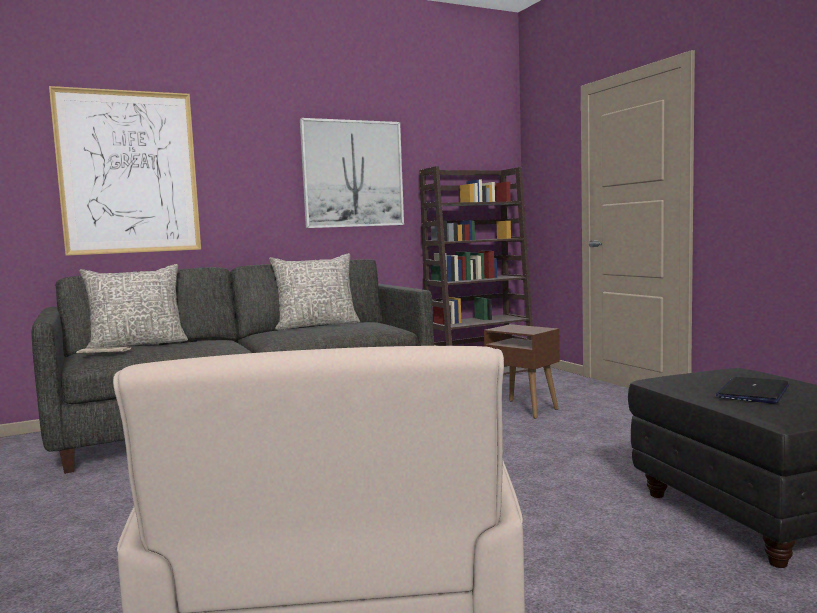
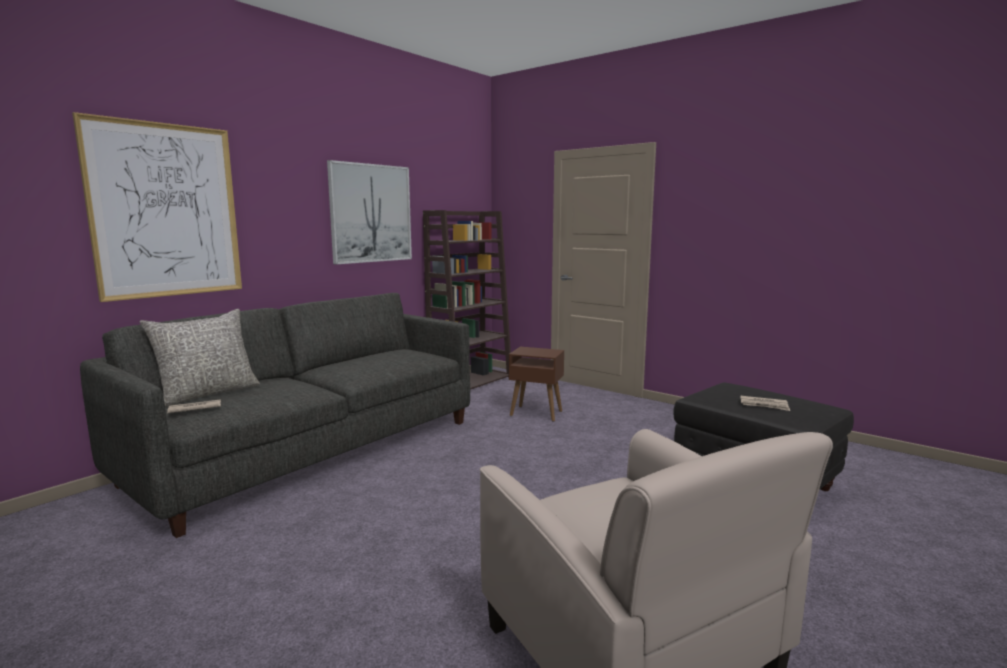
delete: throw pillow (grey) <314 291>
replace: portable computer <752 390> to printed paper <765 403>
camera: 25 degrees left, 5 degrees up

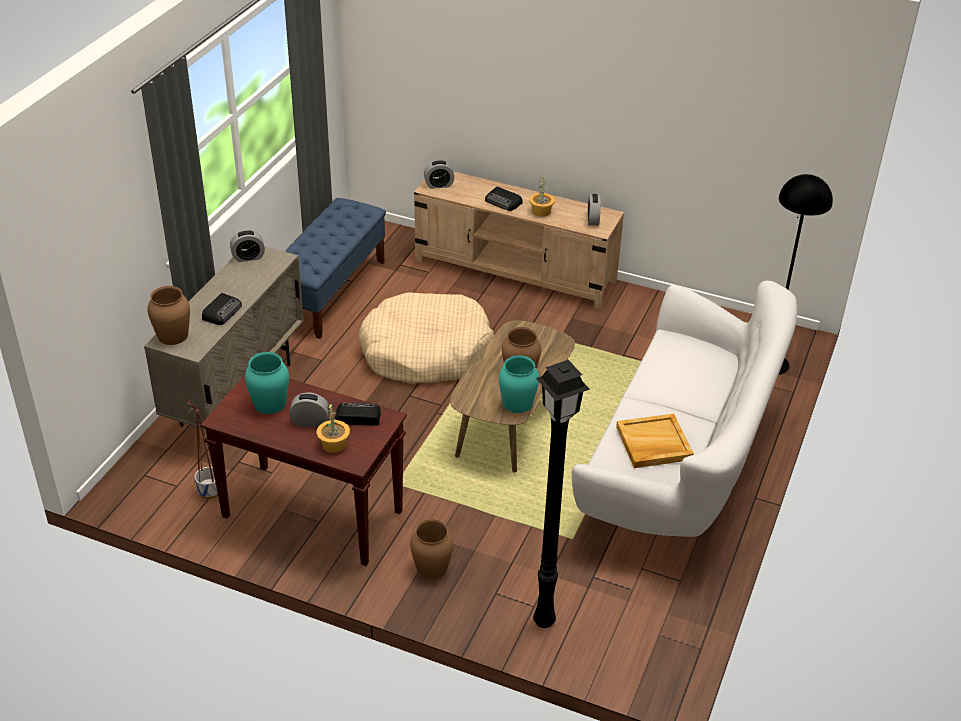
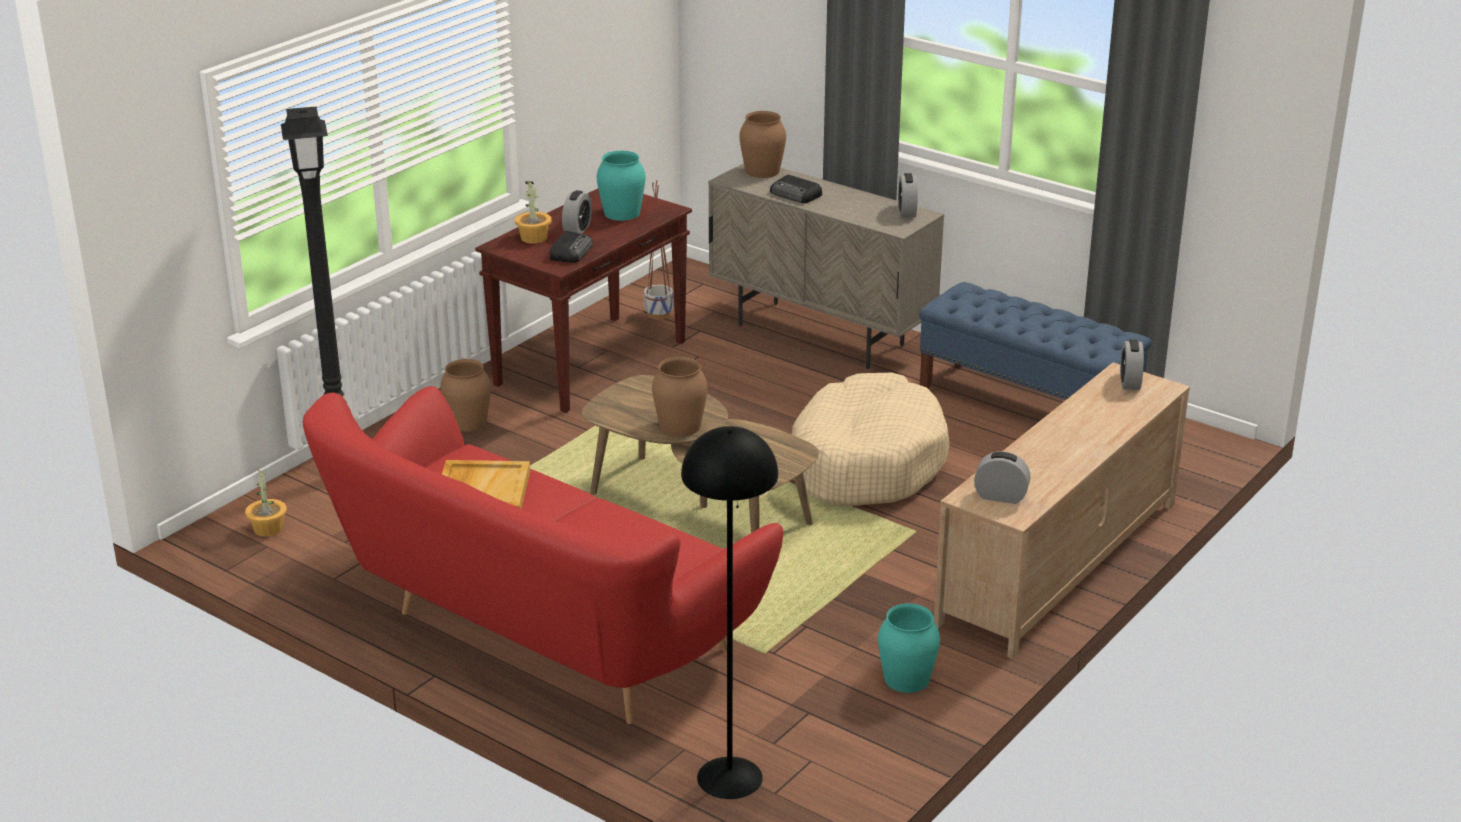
delete: radio receiver <503 199>
move: decorative vase (blue-green) <519 384> to <909 648>; plant in a pot <542 196> to <266 503>
recolor: sofa (white-coloured) <685 408> to sofa (reddish) <542 555>
camera: 105 degrees right, 10 degrees down

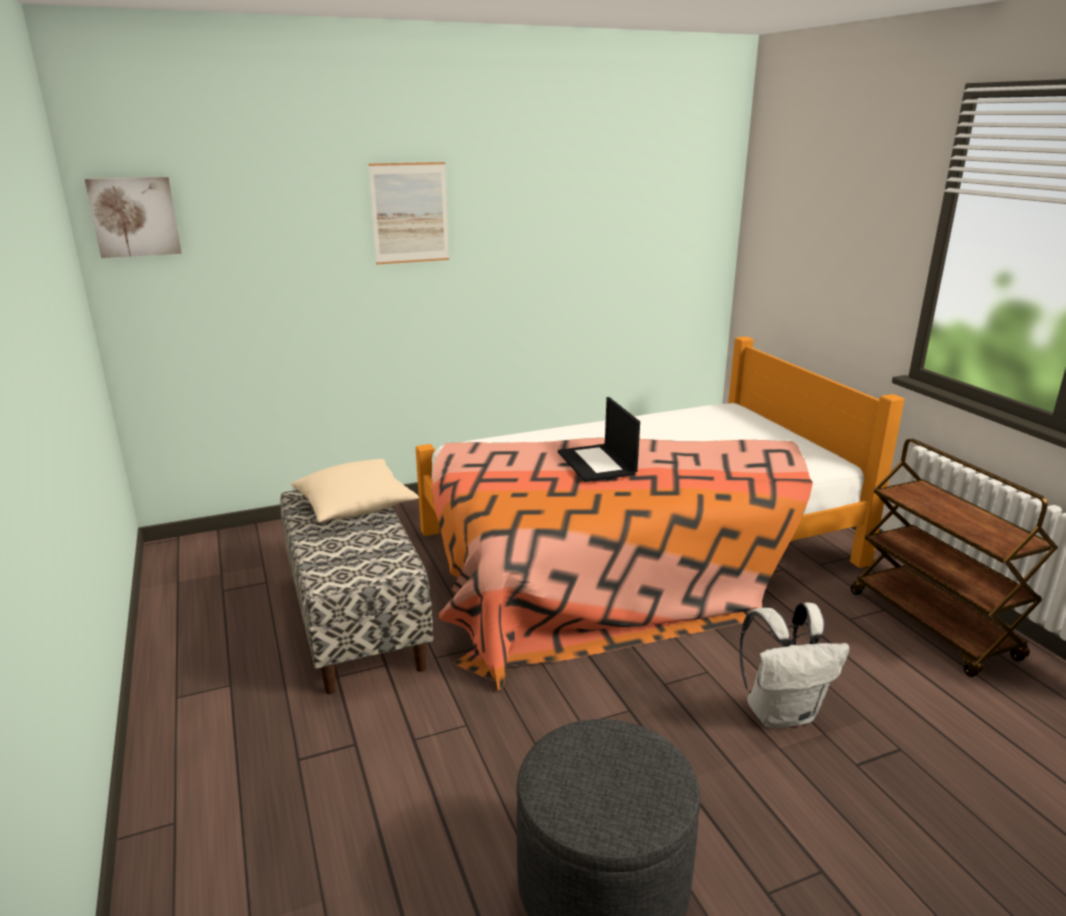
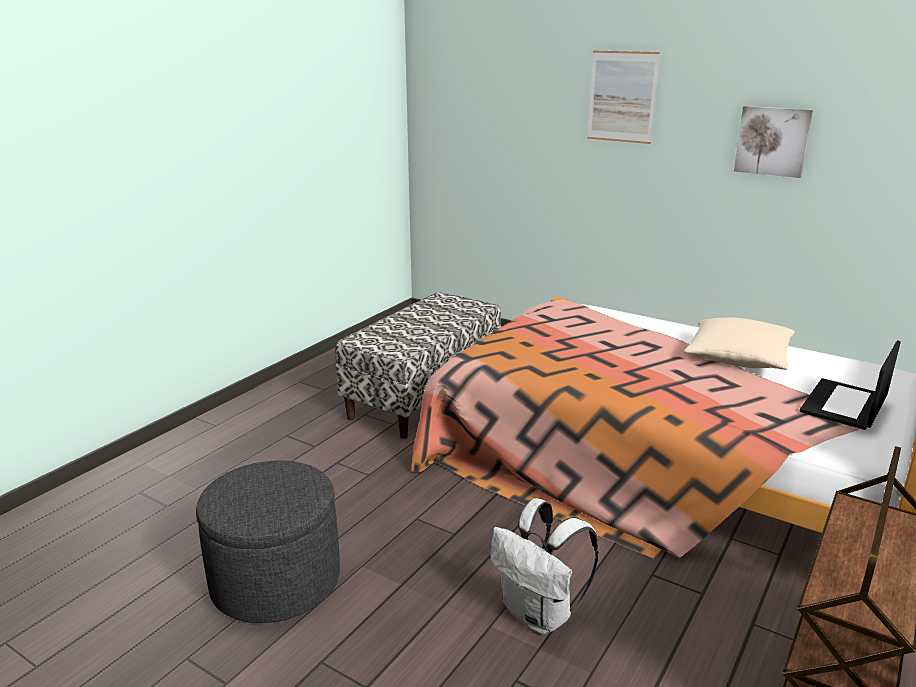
move: picture <133 217> to <773 142>; throw pillow (beige-coloured) <355 490> to <739 343>; portable computer <599 439> to <850 385>
camera: 55 degrees right, 0 degrees up

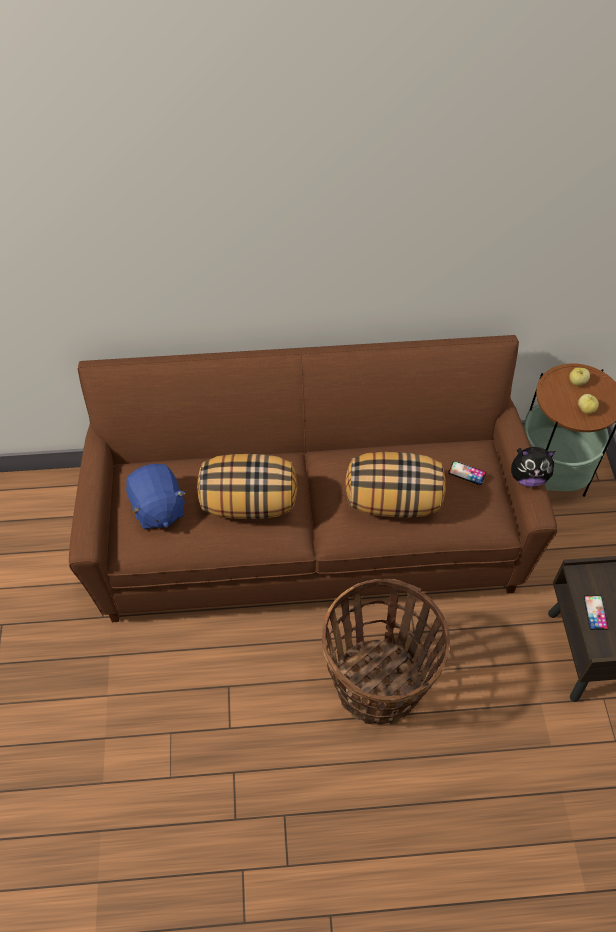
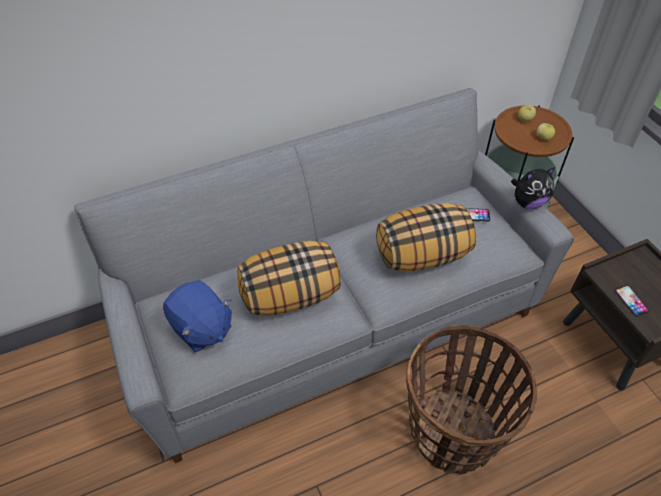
recolor: sofa (brownish) <313 478> to sofa (grey) <324 275>
camera: 20 degrees left, 5 degrees down

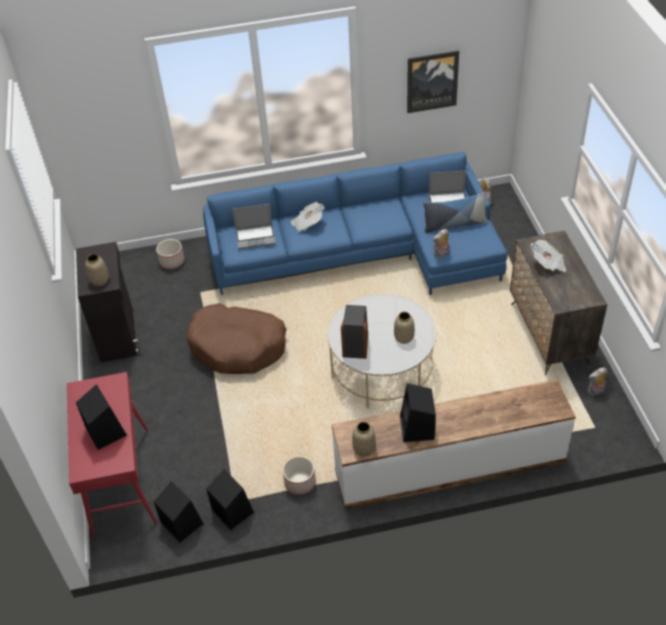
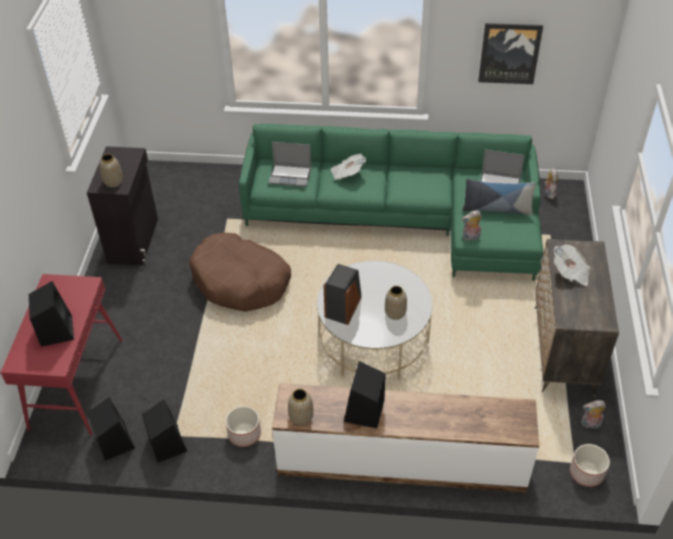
move: plant pot <170 254> to <590 465>
recolor: sofa (blue-coloured) <355 223> to sofa (greenish) <391 202>
camera: 15 degrees right, 0 degrees up

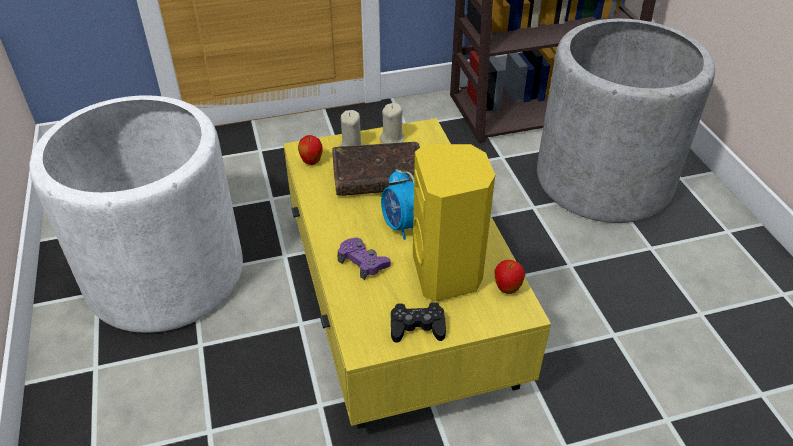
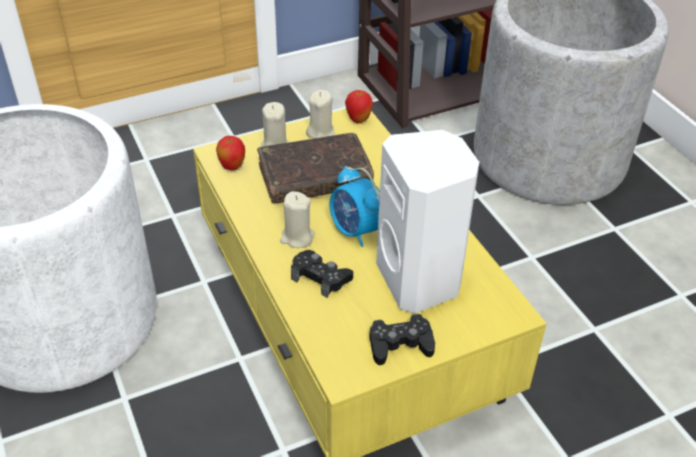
insert: wax light (beige-coloured) <297 219>
move: apple fruit <509 277> to <359 106>
recolor: joypad (purple-coloured) <364 259> to joypad (blackish) <322 274>; loudspeaker (yellow) <454 223> to loudspeaker (white-coloured) <427 222>
camera: 10 degrees left, 0 degrees up

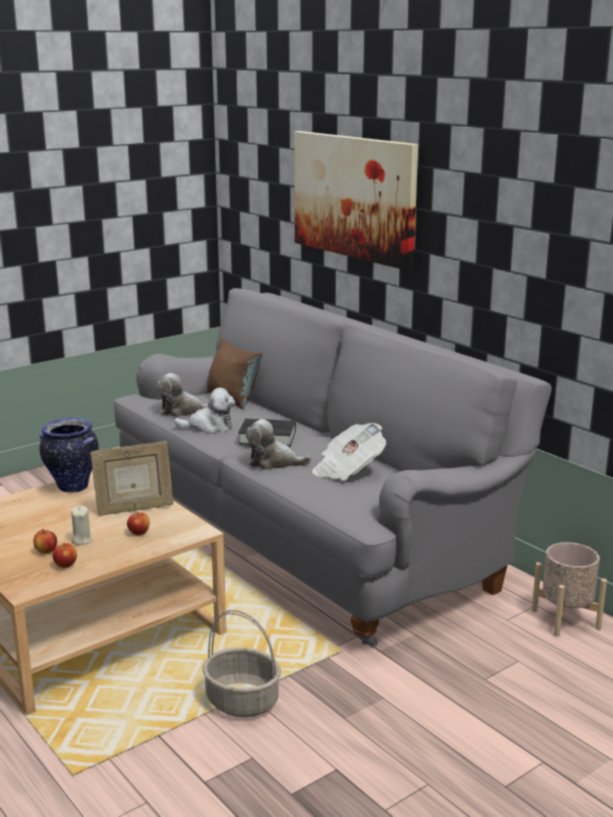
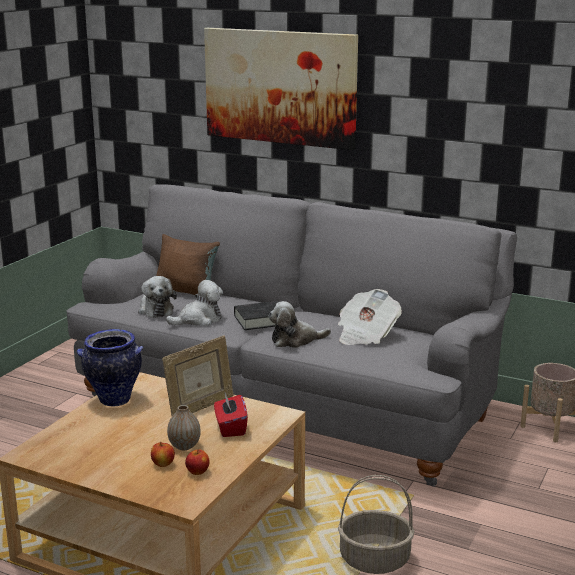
replace: wax light (beige-coloured) <82 525> to decorative vase <184 427>; apple fruit <138 523> to tissue holder (reddish) <231 415>
rotate: plush toy <182 395> = <157 297> 90 degrees counterclockwise
camera: 25 degrees left, 0 degrees up

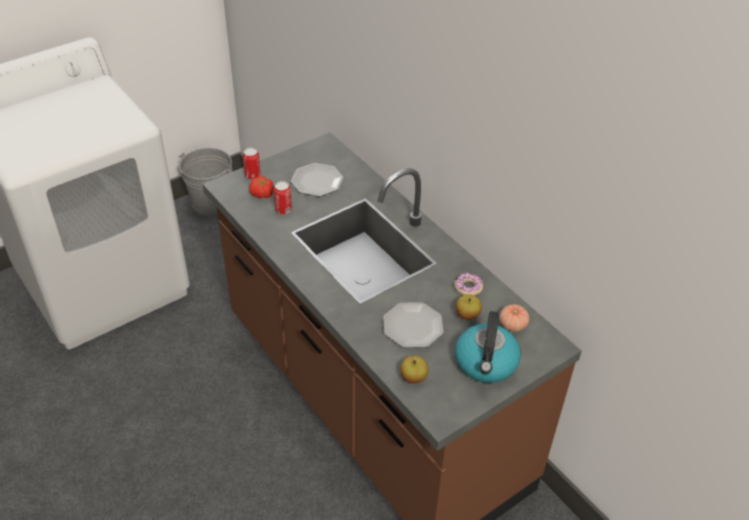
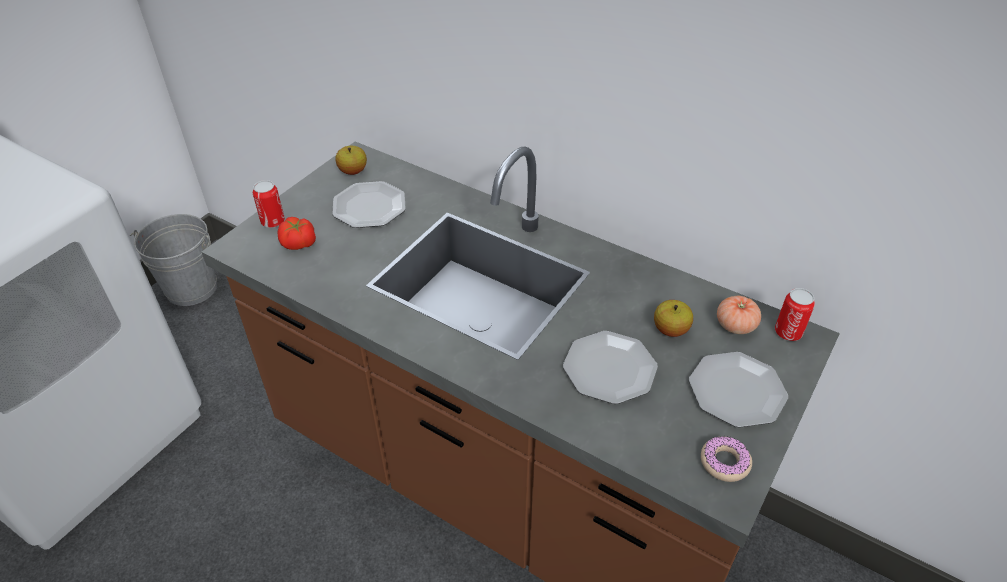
move: sealed can <283 197> to <795 314>; apple fruit <414 369> to <351 160>; doughnut <469 284> to <726 459>
replace: water kettle <488 347> to plate <738 390>
camera: 20 degrees left, 0 degrees up

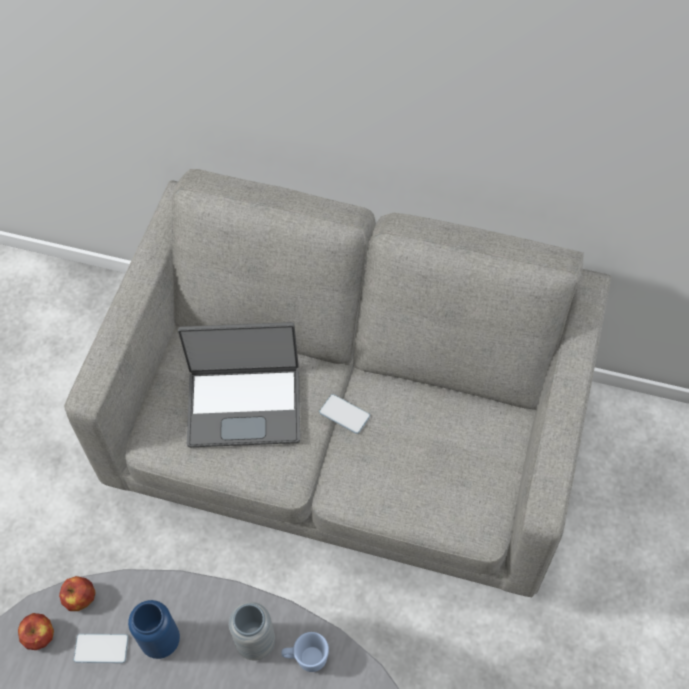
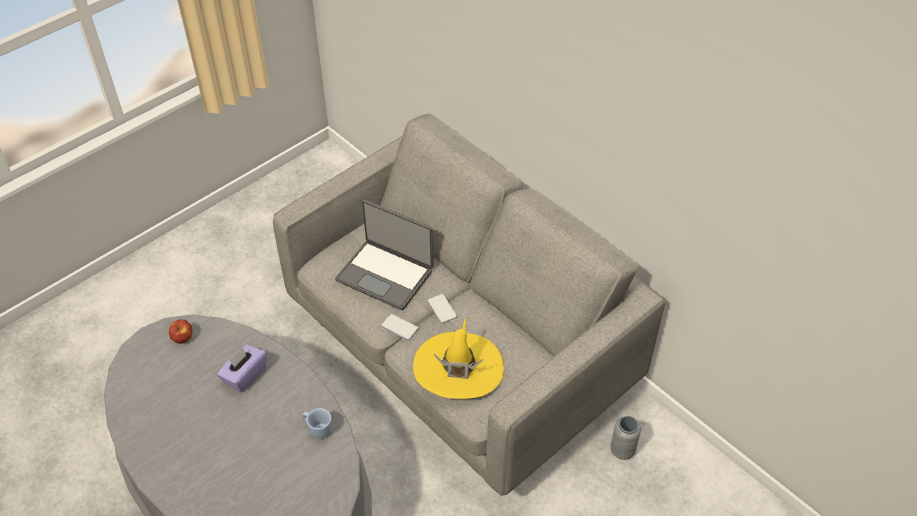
delete: apple fruit <77 593>
insert: clothing hat (yellow) <458 359>
move: handset <101 648> to <400 327>; decorative vase (grey) <252 631> to <625 438>
replace: decorative vase (blue-coloured) <154 629> to tissue holder (purple-coloured) <242 368>
camera: 30 degrees right, 10 degrees down

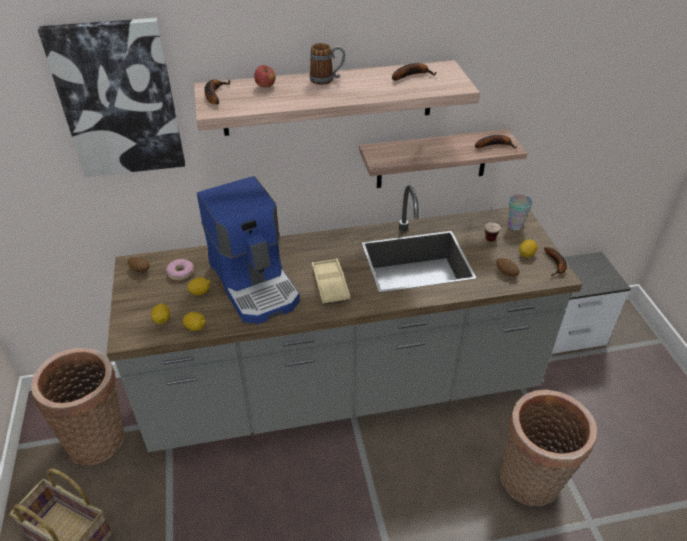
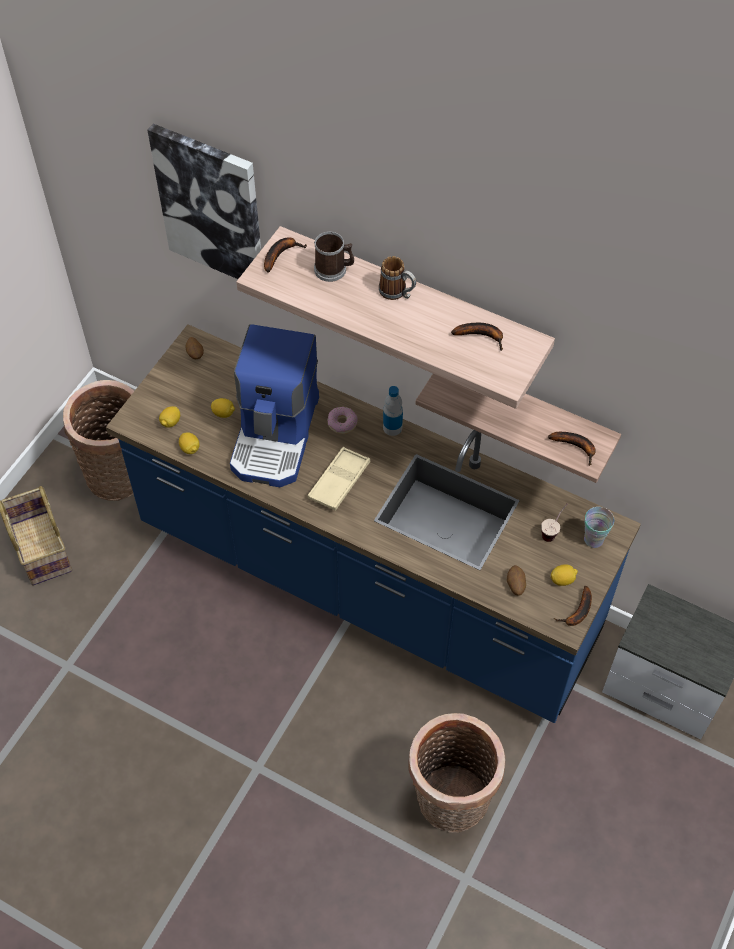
insert: drink bottle <393 411>
move: doughnut <180 269> to <343 420>
replace: apple fruit <265 76> to tea mug <334 257>
recolor: counter (grey) <344 318> to counter (blue-coloured) <373 523>
camera: 40 degrees right, 15 degrees up

